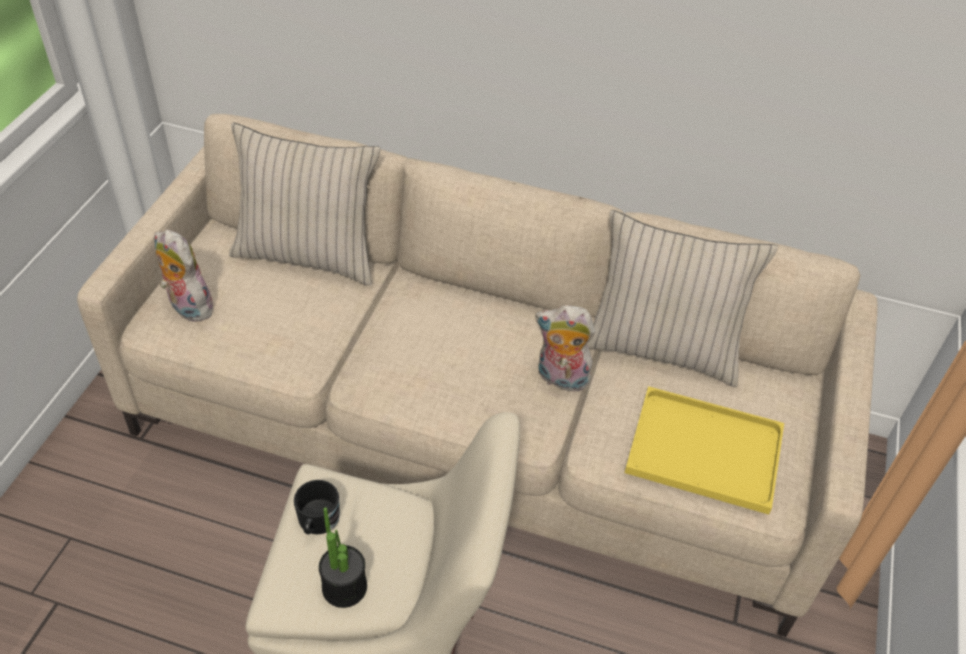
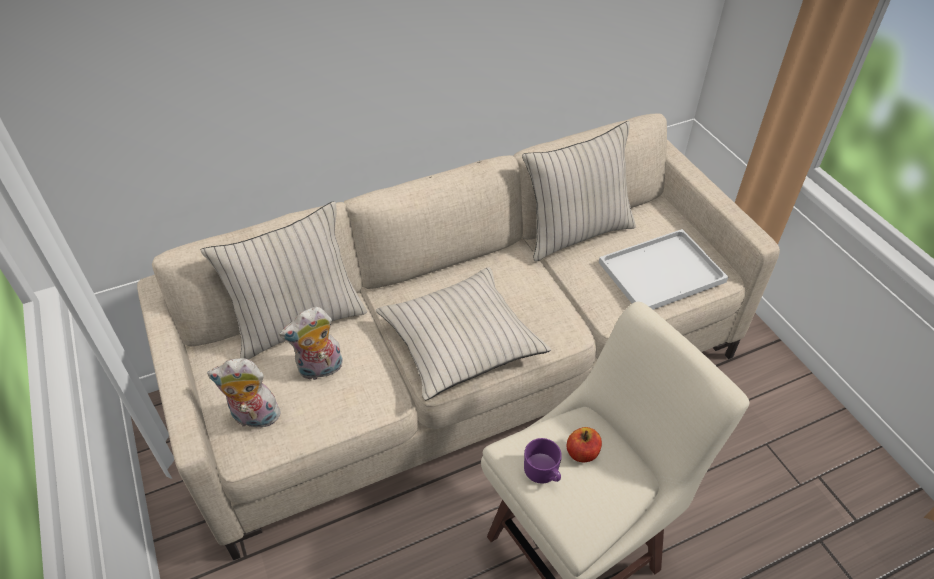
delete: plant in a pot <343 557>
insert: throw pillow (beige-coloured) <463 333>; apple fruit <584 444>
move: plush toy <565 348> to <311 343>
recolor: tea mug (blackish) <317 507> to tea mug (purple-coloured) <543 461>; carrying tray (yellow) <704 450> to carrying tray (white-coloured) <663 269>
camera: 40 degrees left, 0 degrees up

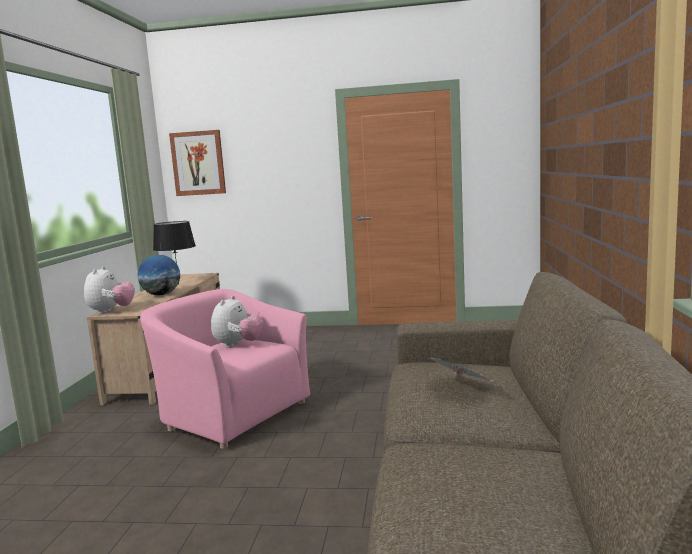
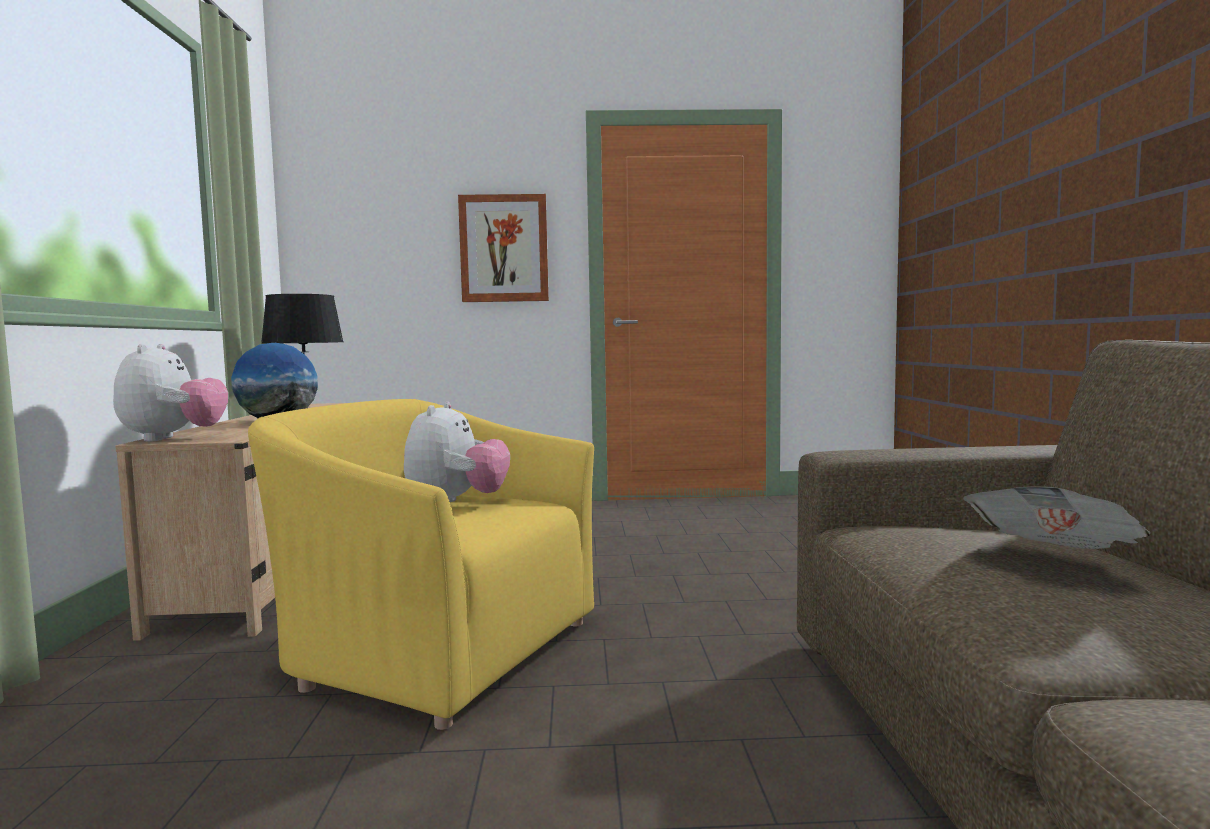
move: picture <197 163> to <503 248>
recolor: armchair (pink) <225 369> to armchair (yellow) <421 564>
camera: 10 degrees left, 5 degrees down

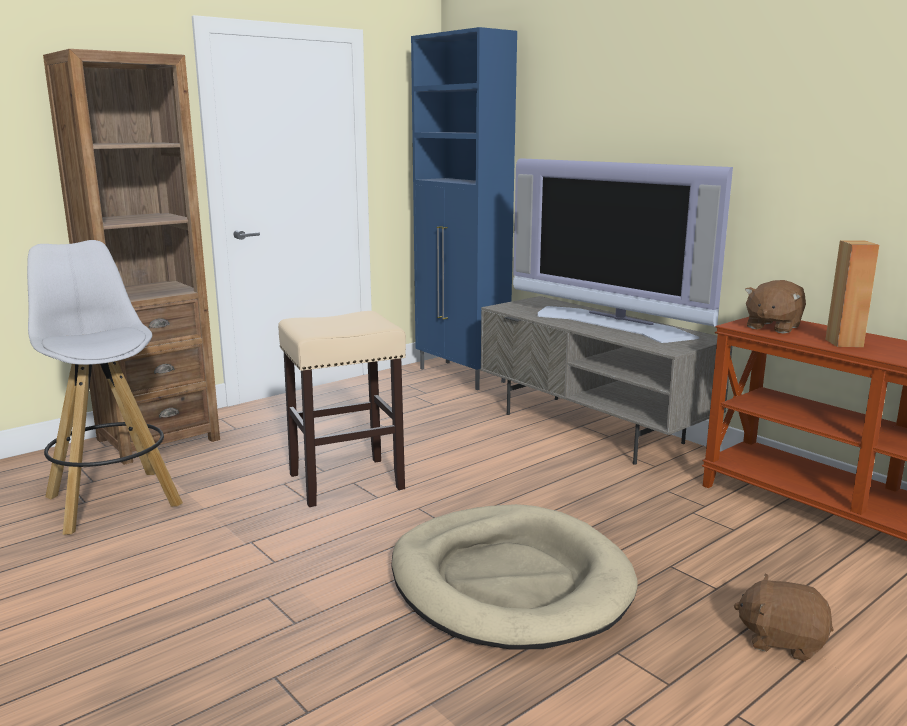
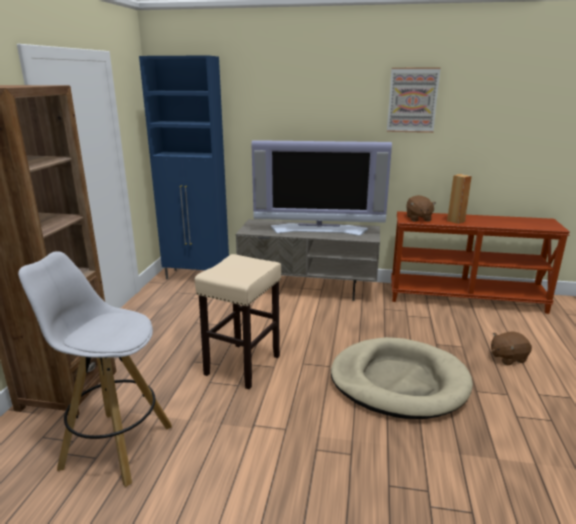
insert: picture <414 100>
camera: 40 degrees left, 5 degrees up

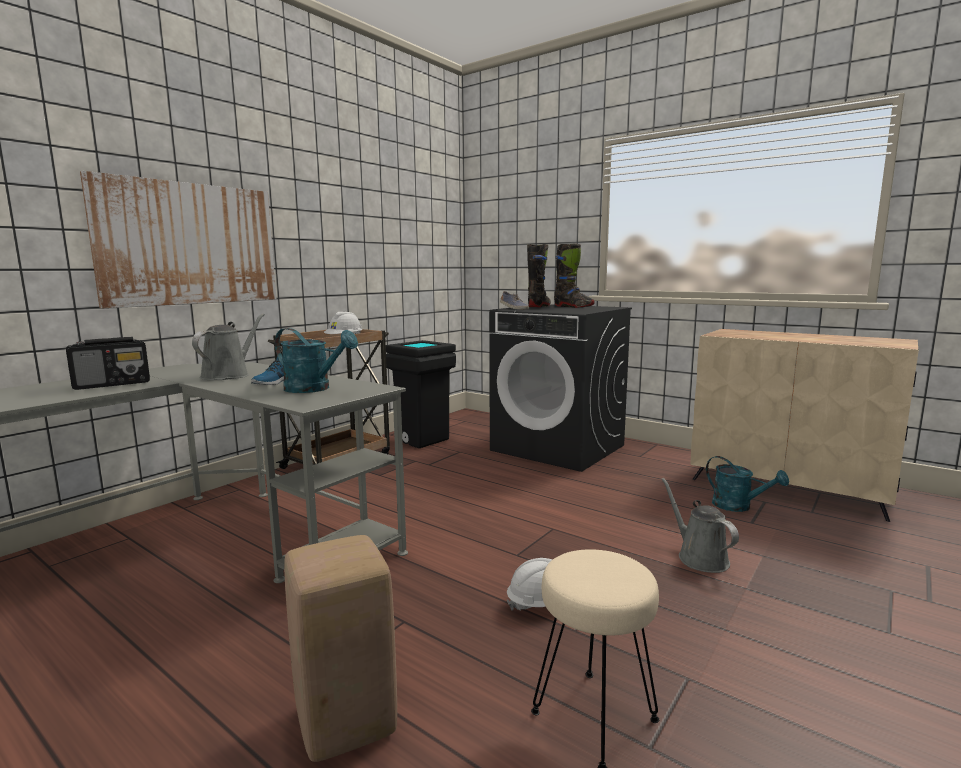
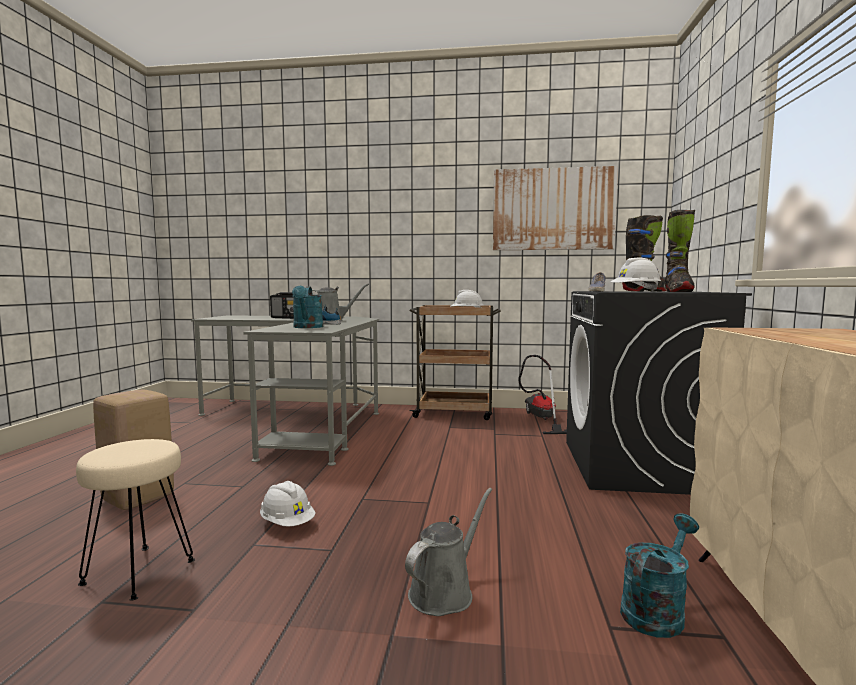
insert: hard hat (white-coloured) <636 274>
move: picture <178 239> to <555 208>
replace: waste bin (blackish) <421 394> to hoover <542 394>
rotate: watering pot (blue-green) <747 484> = <659 575> 150 degrees counterclockwise
camera: 60 degrees right, 5 degrees down

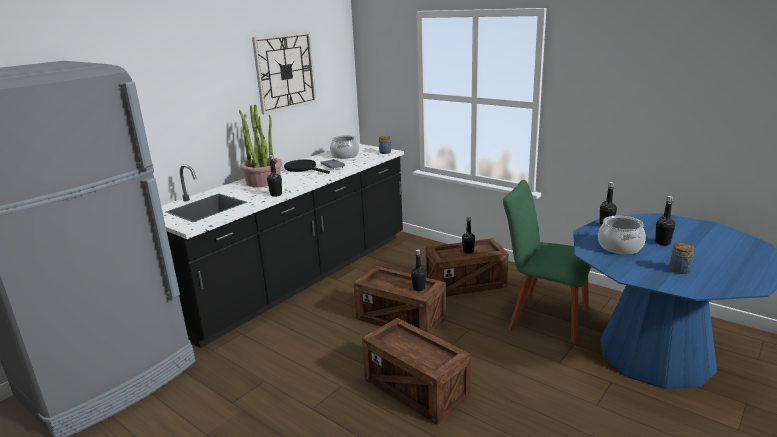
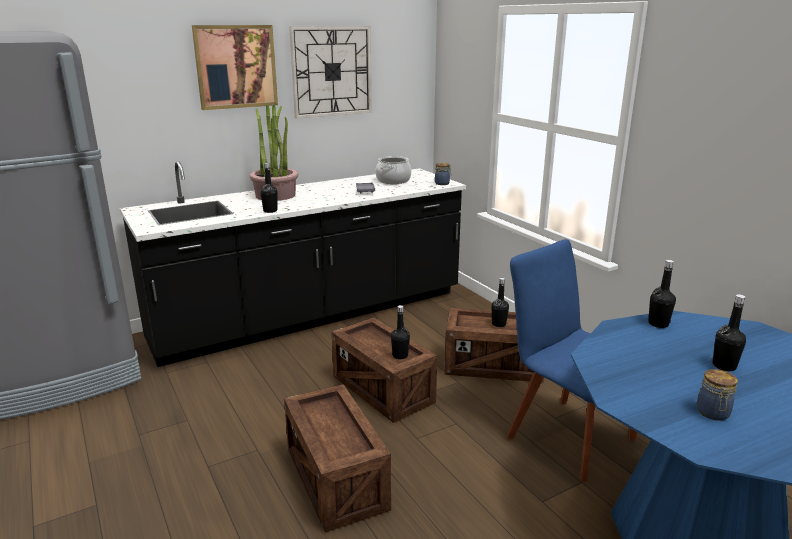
delete: skillet (blackish) <307 167>; saucepot <622 234>
insert: picture <235 67>
recolor: chair (greenish) <547 262> to chair (blue-coloured) <572 360>
camera: 20 degrees right, 0 degrees up

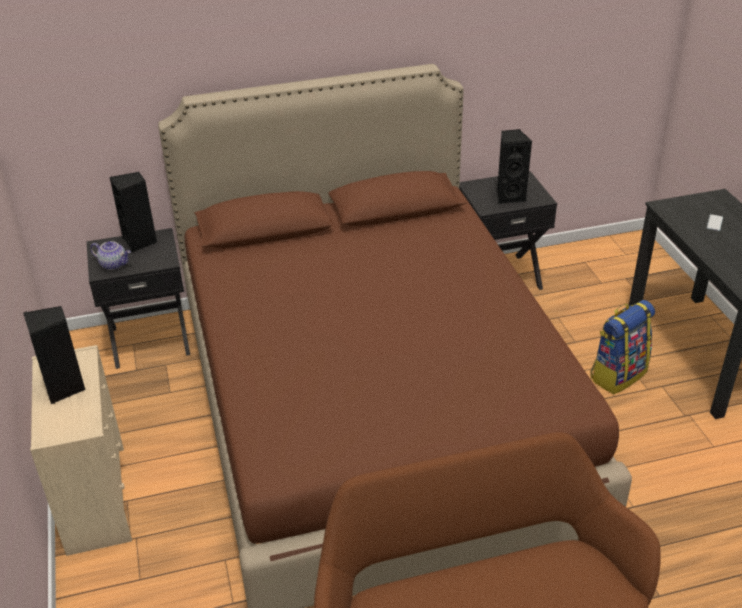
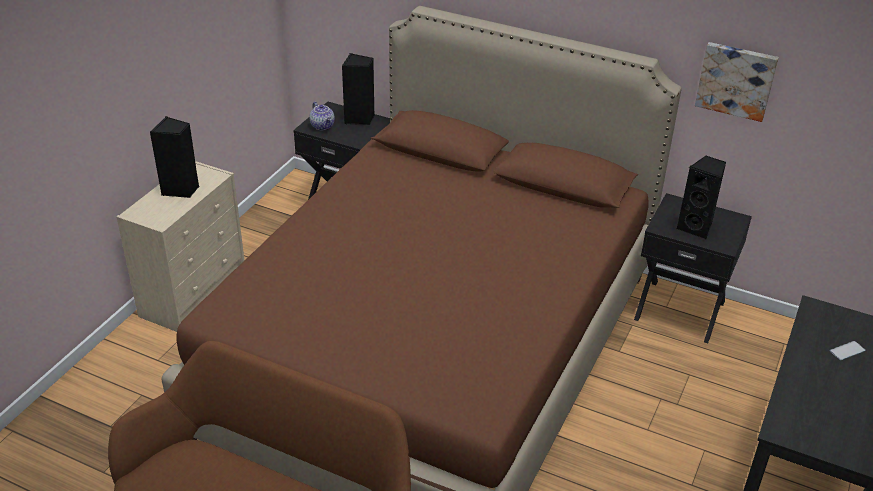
delete: backpack <623 347>
insert: picture <737 82>
camera: 40 degrees right, 0 degrees up

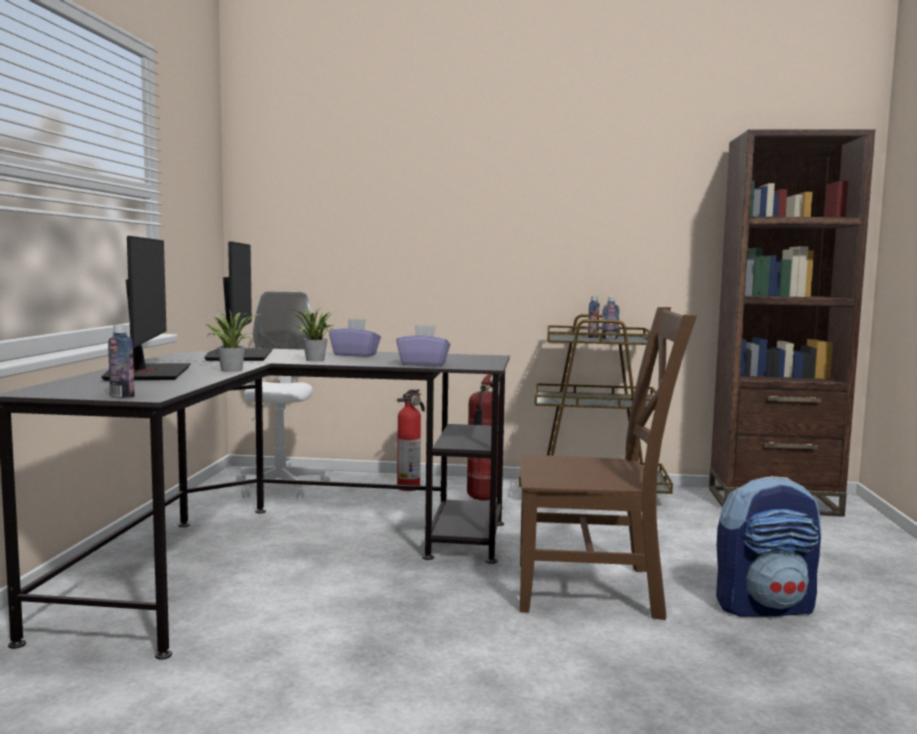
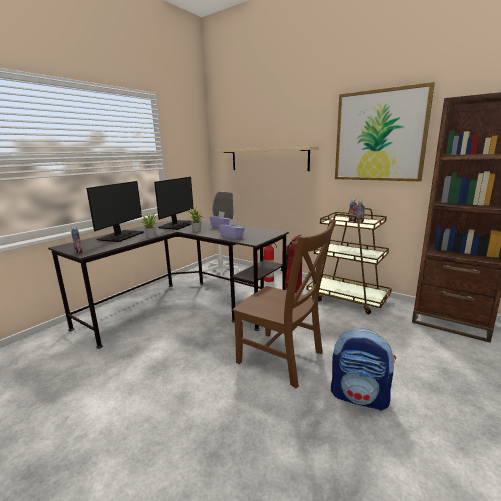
insert: bracket shelf (beige-coloured) <266 159>; picture <385 131>
camera: 30 degrees right, 10 degrees up

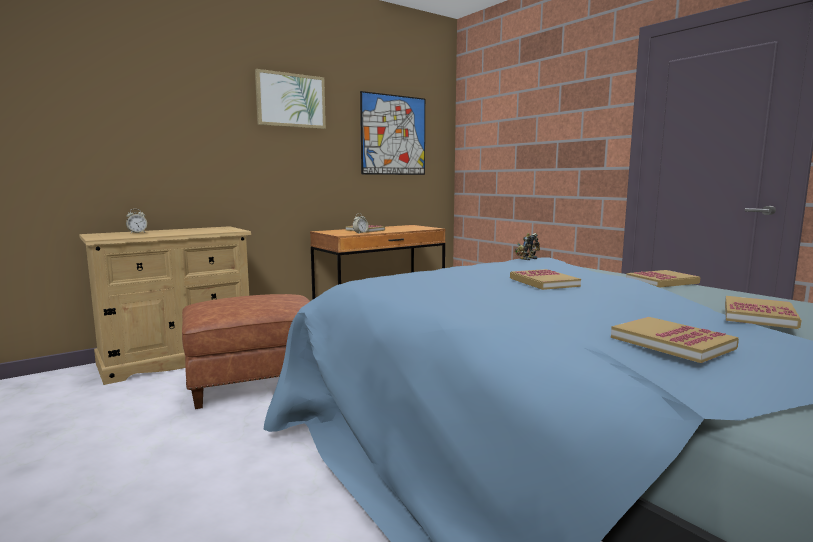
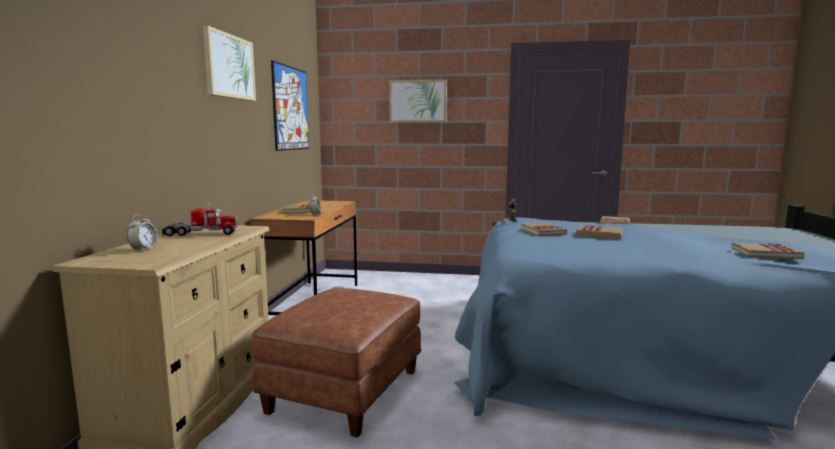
insert: toy lorry <201 219>; picture <418 101>
move: book <763 312> to <544 229>
camera: 45 degrees left, 0 degrees up

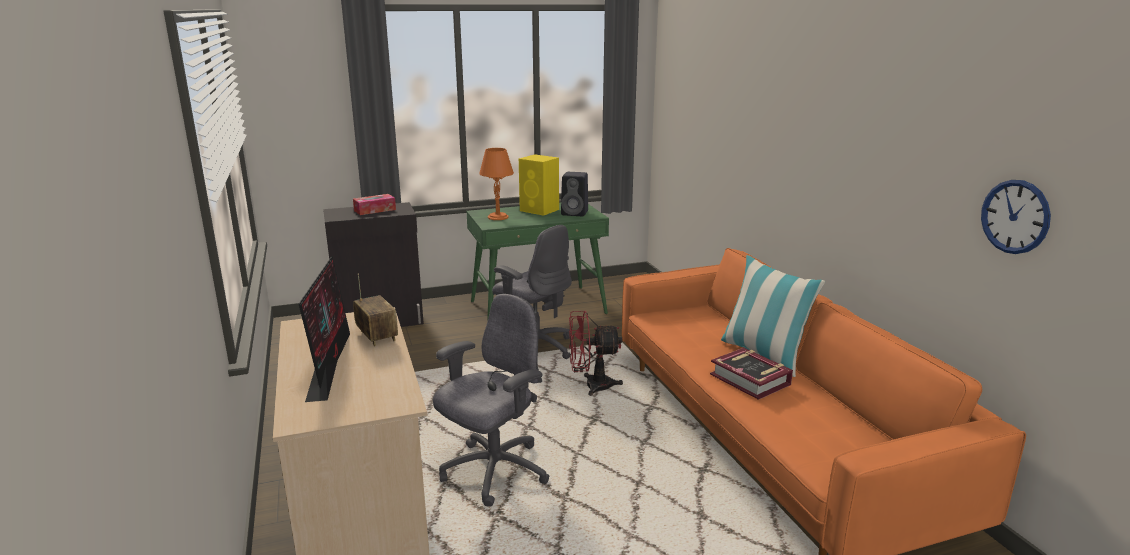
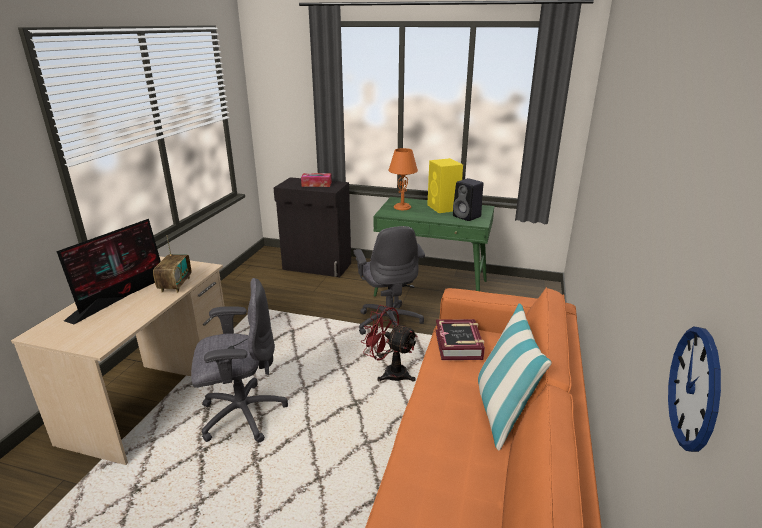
move: book <751 373> to <460 339>
camera: 35 degrees right, 5 degrees up

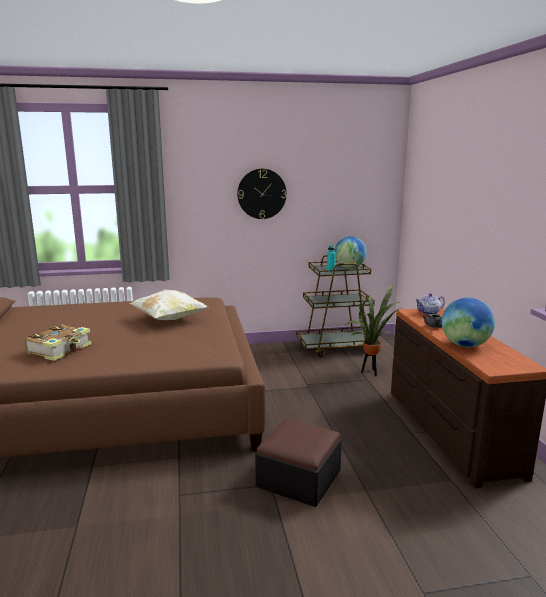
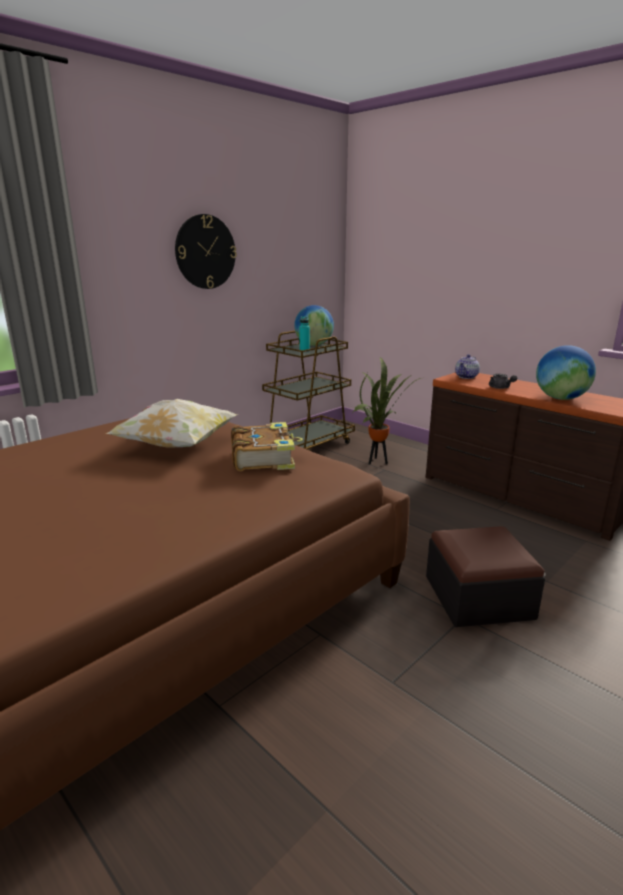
move: book <58 342> to <267 446>
camera: 35 degrees left, 5 degrees up

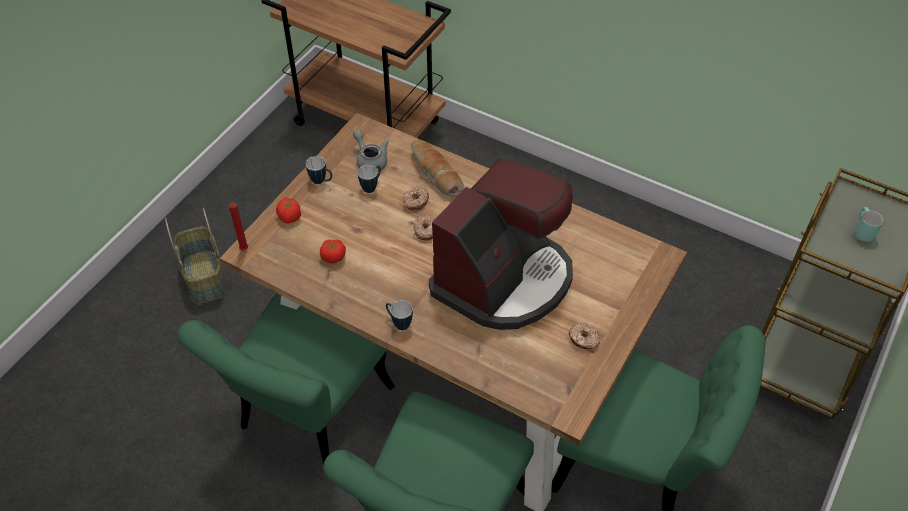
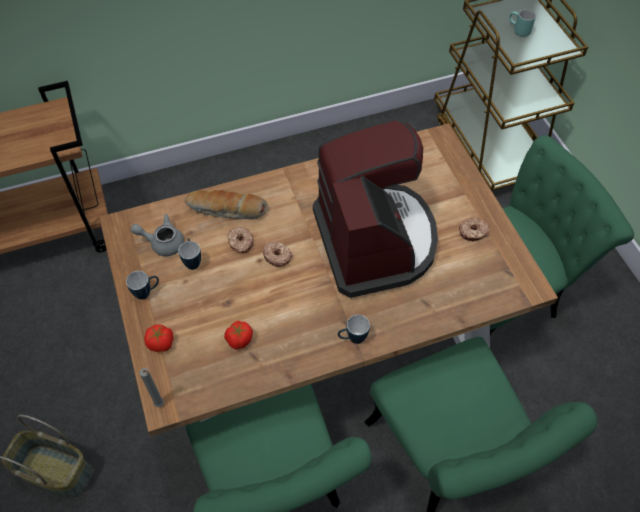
recolor: wax light (reddish) <238 226> to wax light (grey) <151 387>
camera: 50 degrees left, 5 degrees up

